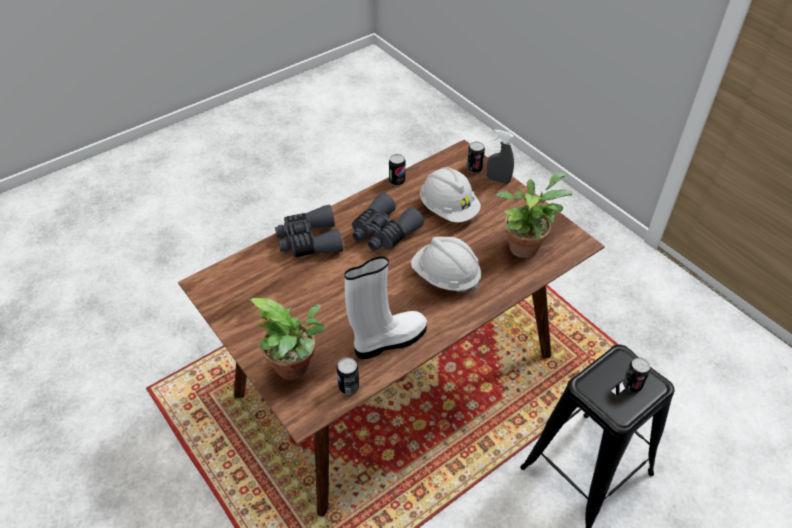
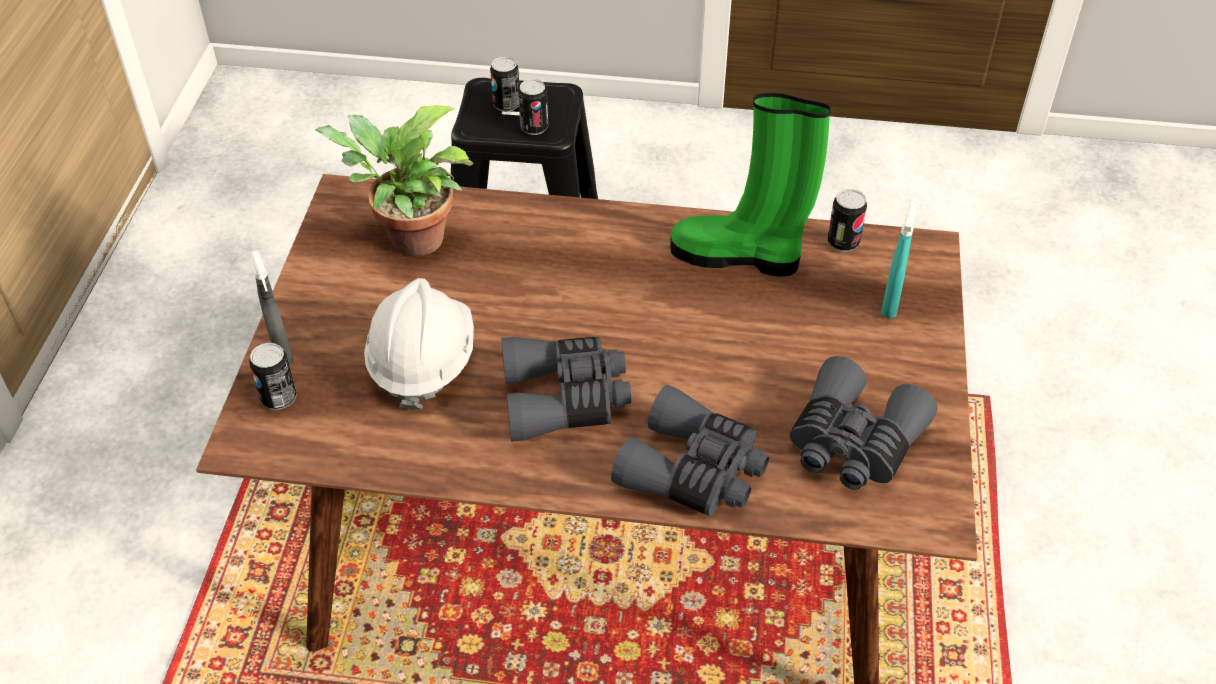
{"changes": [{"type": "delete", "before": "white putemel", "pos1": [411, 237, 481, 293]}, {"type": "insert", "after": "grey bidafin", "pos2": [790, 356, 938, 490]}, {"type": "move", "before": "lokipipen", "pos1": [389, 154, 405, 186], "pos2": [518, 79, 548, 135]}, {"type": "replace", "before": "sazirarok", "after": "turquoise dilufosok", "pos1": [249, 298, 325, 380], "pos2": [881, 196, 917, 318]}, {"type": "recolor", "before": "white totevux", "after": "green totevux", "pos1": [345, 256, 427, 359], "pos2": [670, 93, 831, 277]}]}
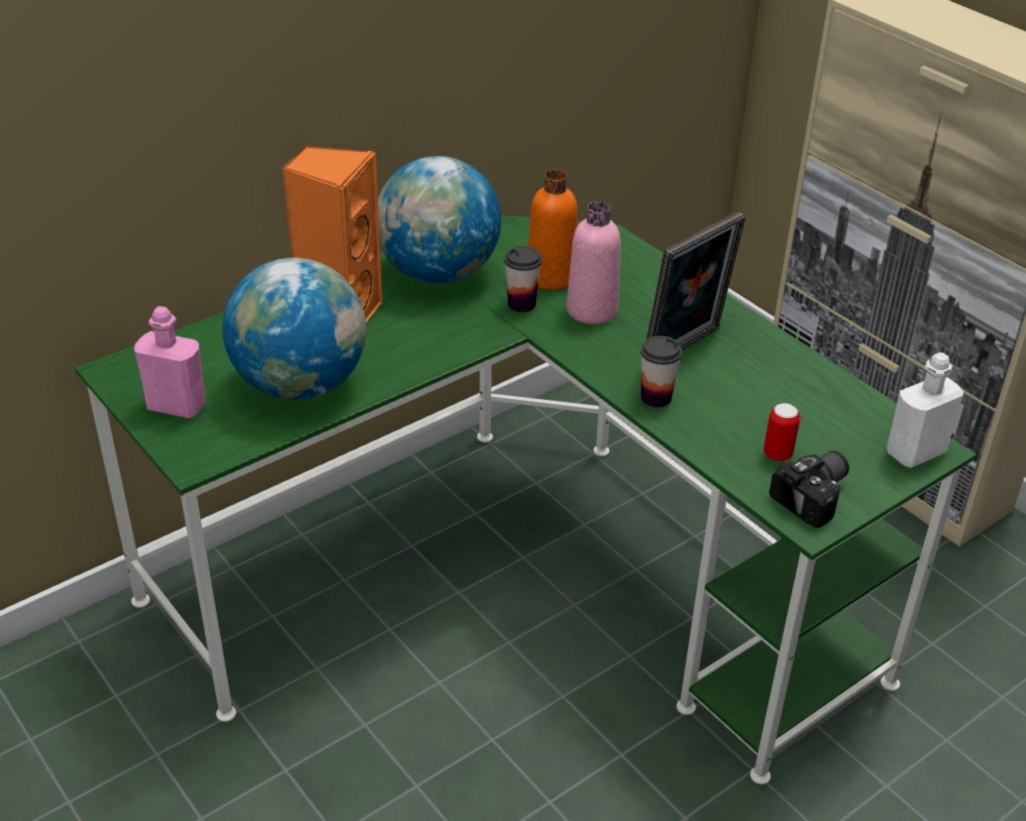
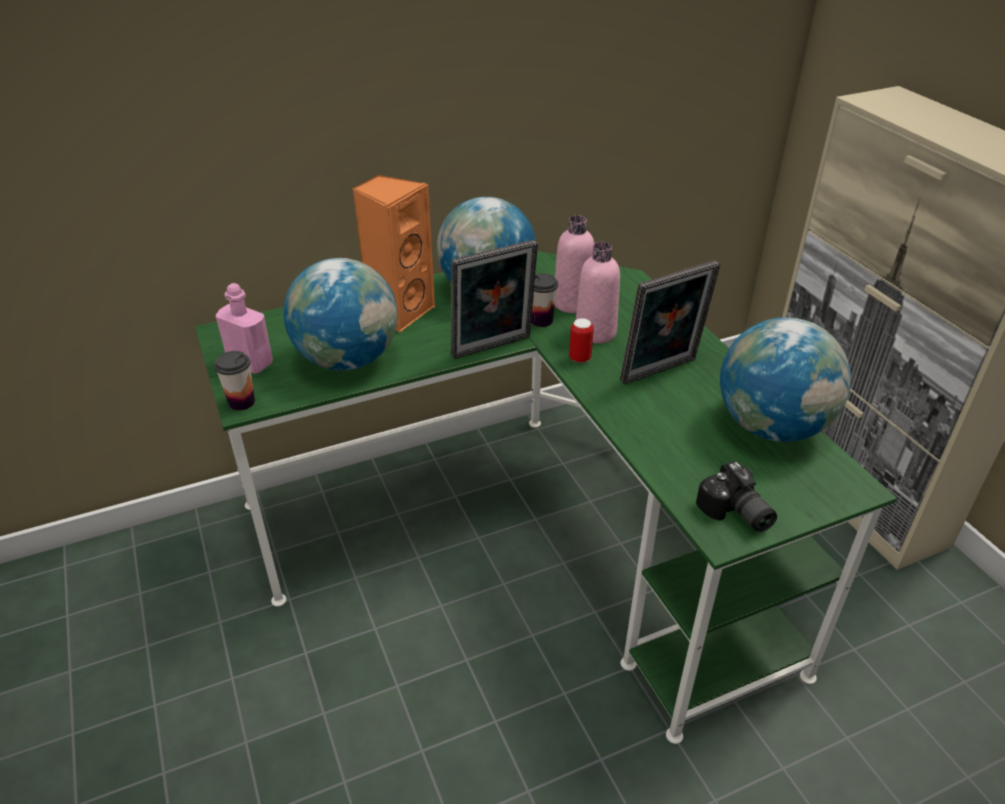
{"changes": [{"type": "delete", "before": "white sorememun", "pos1": [887, 353, 963, 468]}, {"type": "insert", "after": "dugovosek", "pos2": [451, 240, 538, 359]}, {"type": "insert", "after": "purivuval", "pos2": [720, 317, 851, 442]}, {"type": "move", "before": "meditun", "pos1": [640, 336, 682, 407], "pos2": [214, 351, 255, 411]}, {"type": "move", "before": "lokipipen", "pos1": [764, 403, 800, 462], "pos2": [569, 318, 594, 363]}, {"type": "recolor", "before": "orange sorememun", "after": "pink sorememun", "pos1": [528, 170, 578, 290], "pos2": [555, 215, 594, 313]}, {"type": "rotate", "before": "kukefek", "pos1": [769, 451, 849, 528], "pos2": [696, 461, 777, 532], "turn": 90}]}
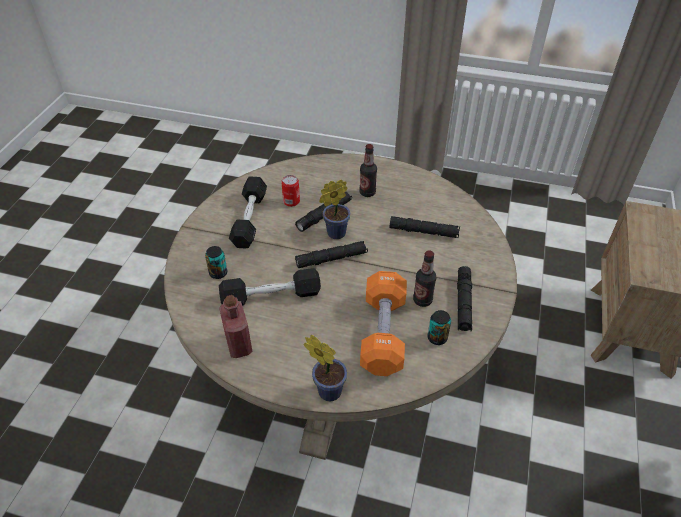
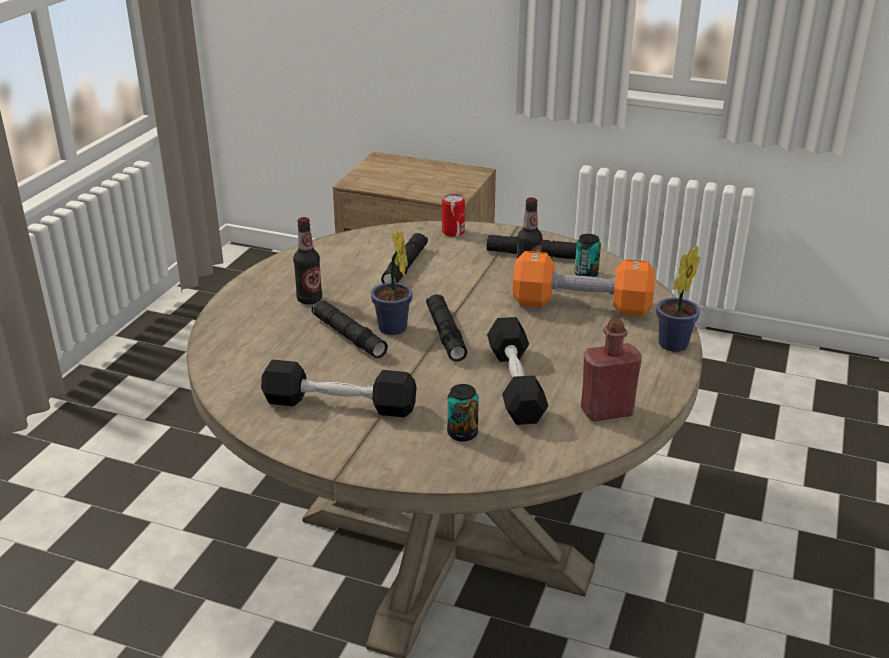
{"changes": [{"type": "move", "before": "lokipipen", "pos1": [281, 175, 300, 207], "pos2": [442, 194, 465, 237]}]}
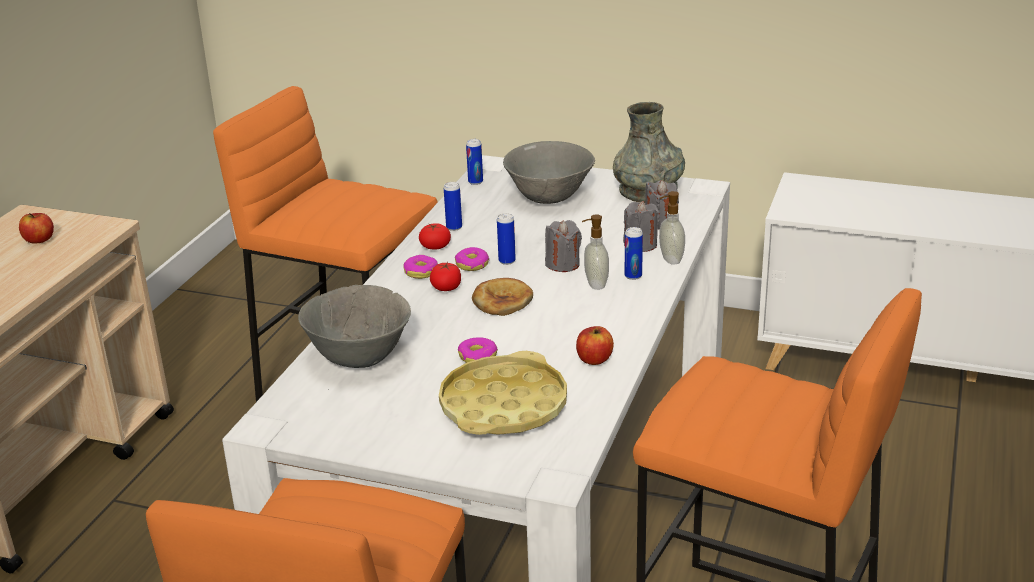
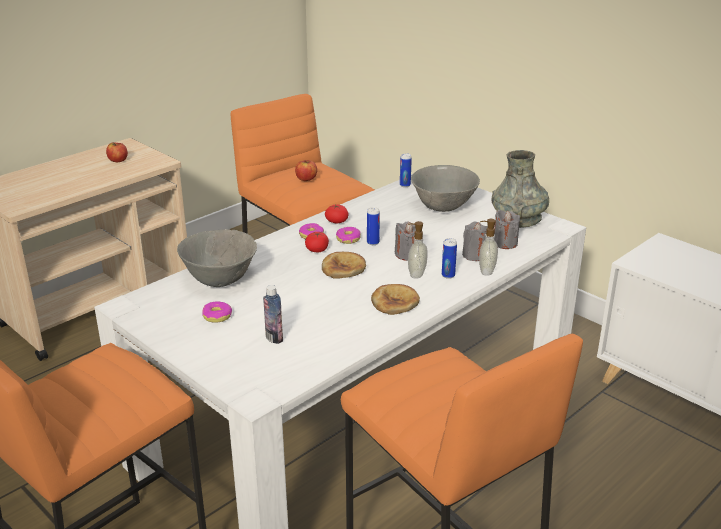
{"changes": [{"type": "delete", "before": "lokipipen", "pos1": [444, 182, 462, 231]}, {"type": "insert", "after": "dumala", "pos2": [371, 284, 420, 315]}, {"type": "move", "before": "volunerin", "pos1": [458, 337, 498, 363], "pos2": [202, 301, 232, 323]}, {"type": "move", "before": "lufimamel", "pos1": [576, 326, 614, 365], "pos2": [295, 160, 317, 181]}, {"type": "replace", "before": "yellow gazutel", "after": "sorememun", "pos1": [439, 351, 567, 435], "pos2": [263, 285, 283, 344]}]}
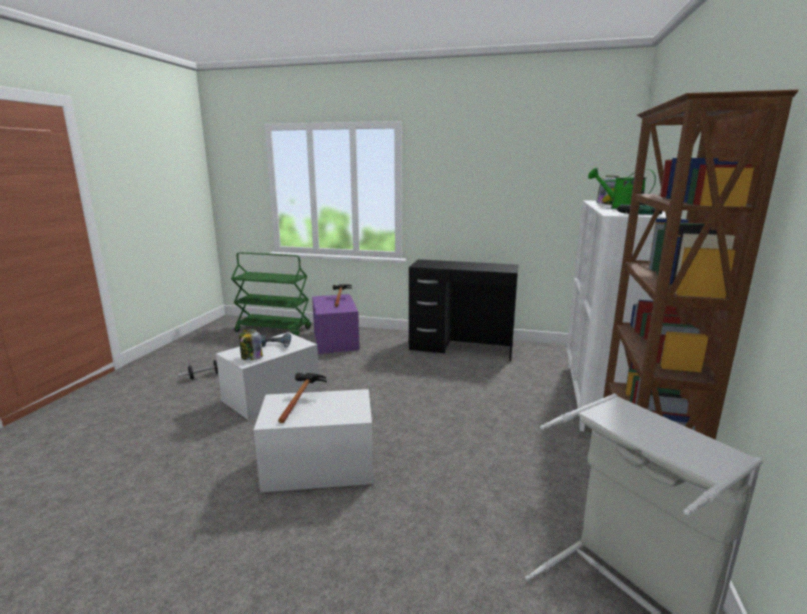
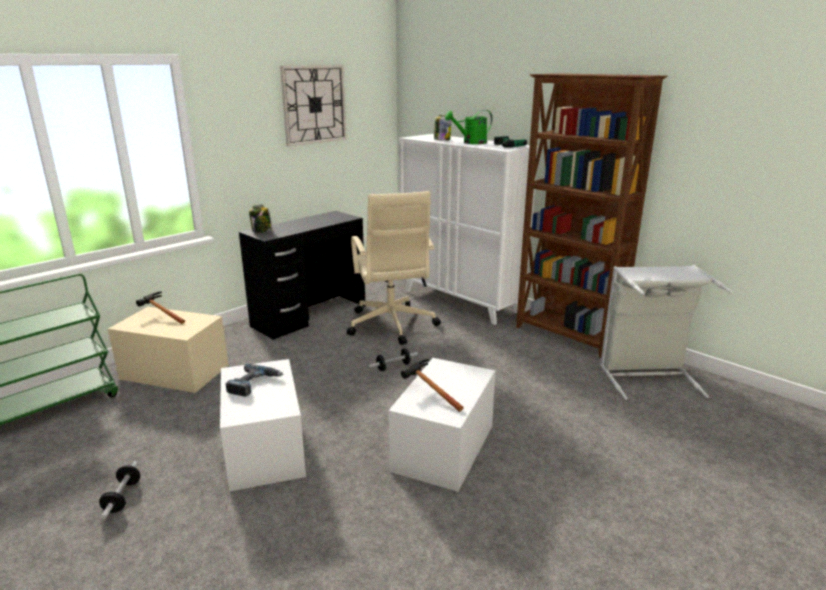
{"changes": [{"type": "insert", "after": "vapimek", "pos2": [280, 65, 347, 146]}, {"type": "insert", "after": "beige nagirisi", "pos2": [347, 191, 441, 345]}, {"type": "insert", "after": "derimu", "pos2": [368, 348, 418, 371]}, {"type": "move", "before": "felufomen", "pos1": [239, 329, 263, 360], "pos2": [249, 204, 272, 233]}, {"type": "recolor", "before": "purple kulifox", "after": "beige kulifox", "pos1": [312, 294, 360, 354], "pos2": [108, 307, 228, 393]}]}
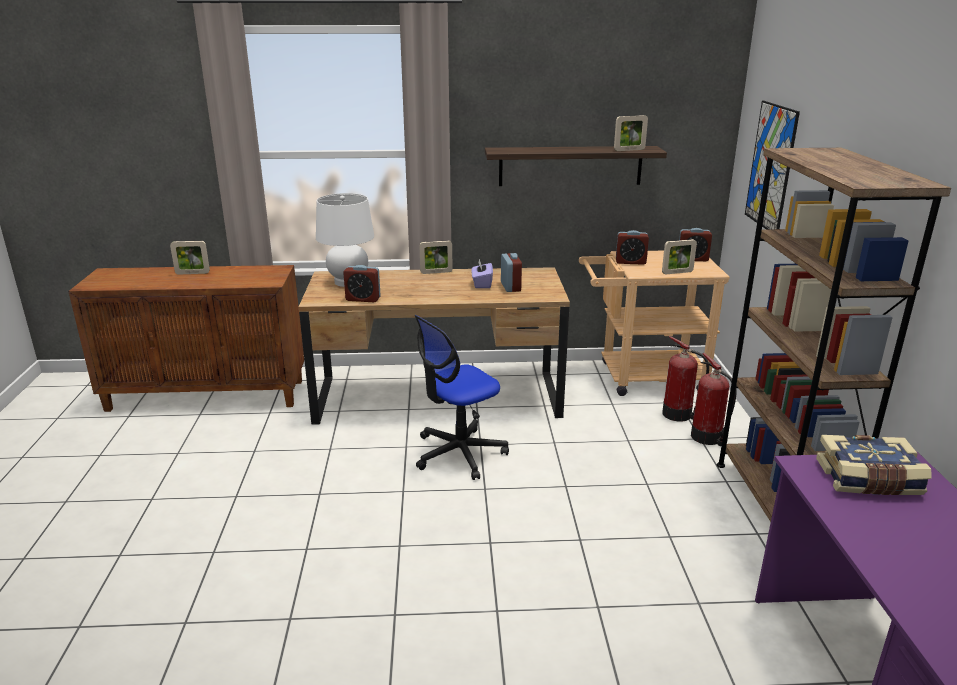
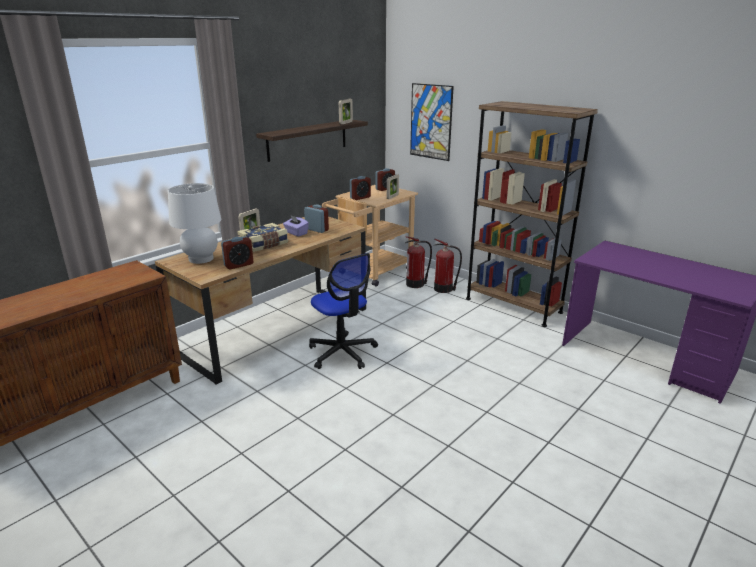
{"changes": [{"type": "delete", "before": "dugovosek", "pos1": [170, 241, 210, 274]}, {"type": "move", "before": "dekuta", "pos1": [816, 435, 931, 495], "pos2": [237, 223, 288, 252]}, {"type": "rotate", "before": "nagirisi", "pos1": [415, 315, 509, 480], "pos2": [309, 253, 378, 369], "turn": -45}]}
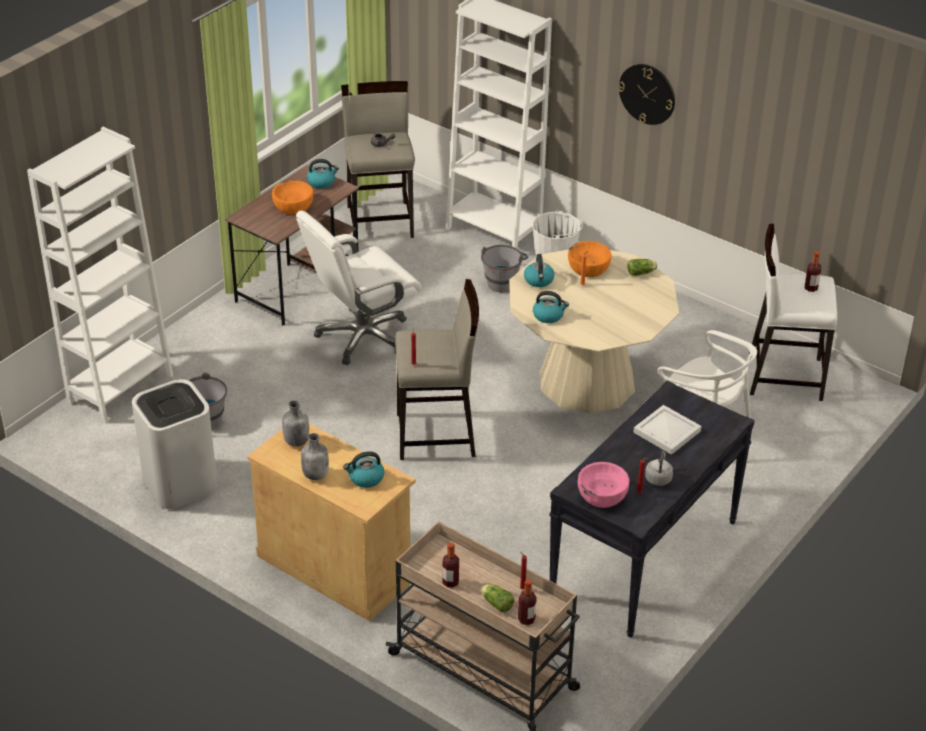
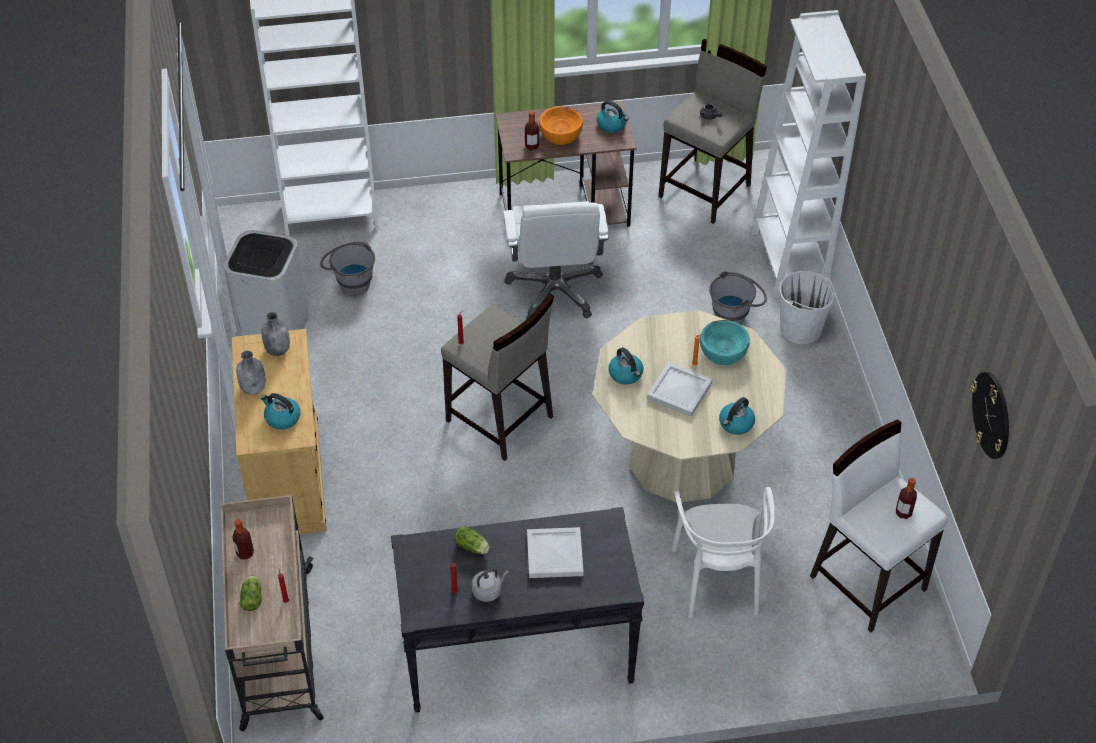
{"changes": [{"type": "delete", "before": "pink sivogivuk", "pos1": [578, 462, 630, 508]}, {"type": "insert", "after": "white gazutel", "pos2": [647, 362, 713, 417]}, {"type": "move", "before": "sorememun", "pos1": [518, 579, 537, 625], "pos2": [525, 111, 539, 151]}, {"type": "move", "before": "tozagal", "pos1": [524, 254, 554, 287], "pos2": [719, 397, 755, 435]}, {"type": "move", "before": "vapimek", "pos1": [618, 64, 675, 125], "pos2": [971, 372, 1009, 459]}, {"type": "move", "before": "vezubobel", "pos1": [627, 259, 657, 276], "pos2": [454, 526, 490, 554]}, {"type": "recolor", "before": "orange sivogivuk", "after": "turquoise sivogivuk", "pos1": [568, 241, 612, 277], "pos2": [700, 320, 750, 365]}, {"type": "rotate", "before": "white nagirisi", "pos1": [296, 211, 422, 365], "pos2": [503, 201, 609, 320], "turn": -105}]}
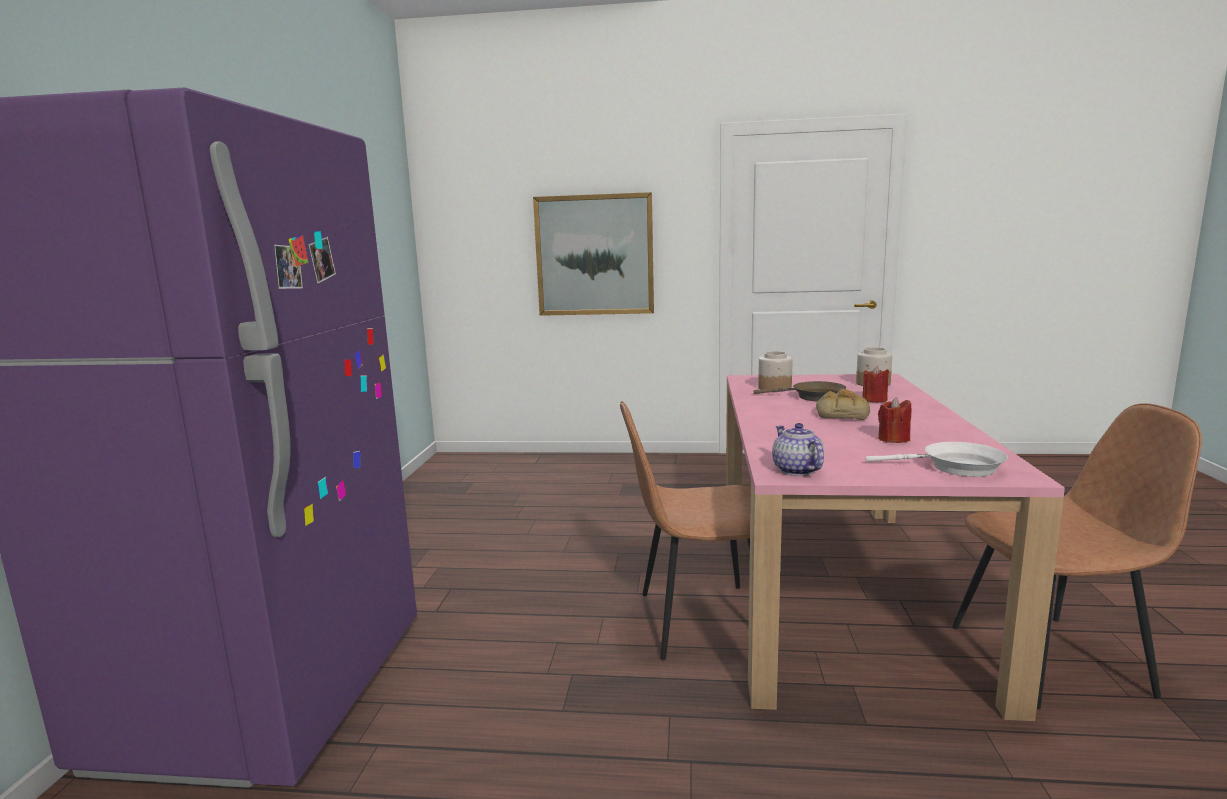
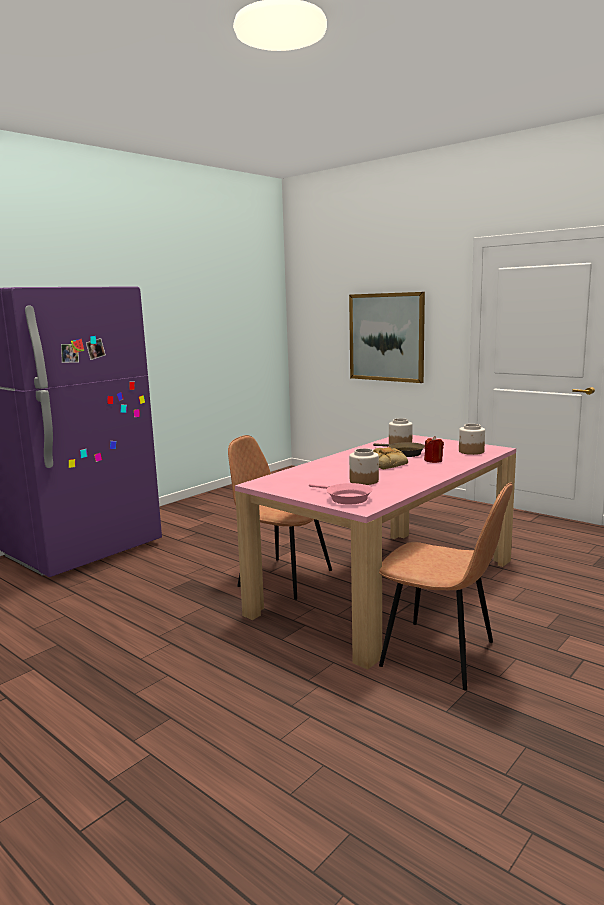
{"changes": [{"type": "delete", "before": "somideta", "pos1": [772, 423, 824, 476]}, {"type": "replace", "before": "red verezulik", "after": "felufomen", "pos1": [878, 397, 912, 443], "pos2": [349, 448, 379, 485]}, {"type": "recolor", "before": "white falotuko", "after": "pink falotuko", "pos1": [866, 442, 1008, 477], "pos2": [309, 483, 373, 505]}]}
